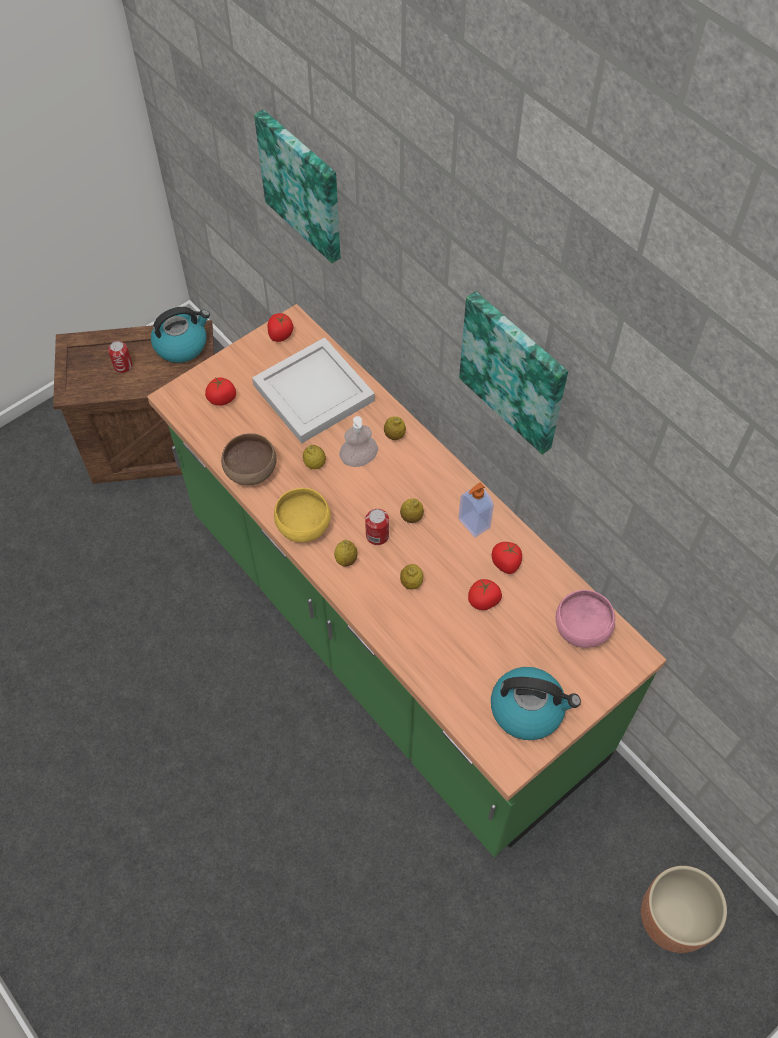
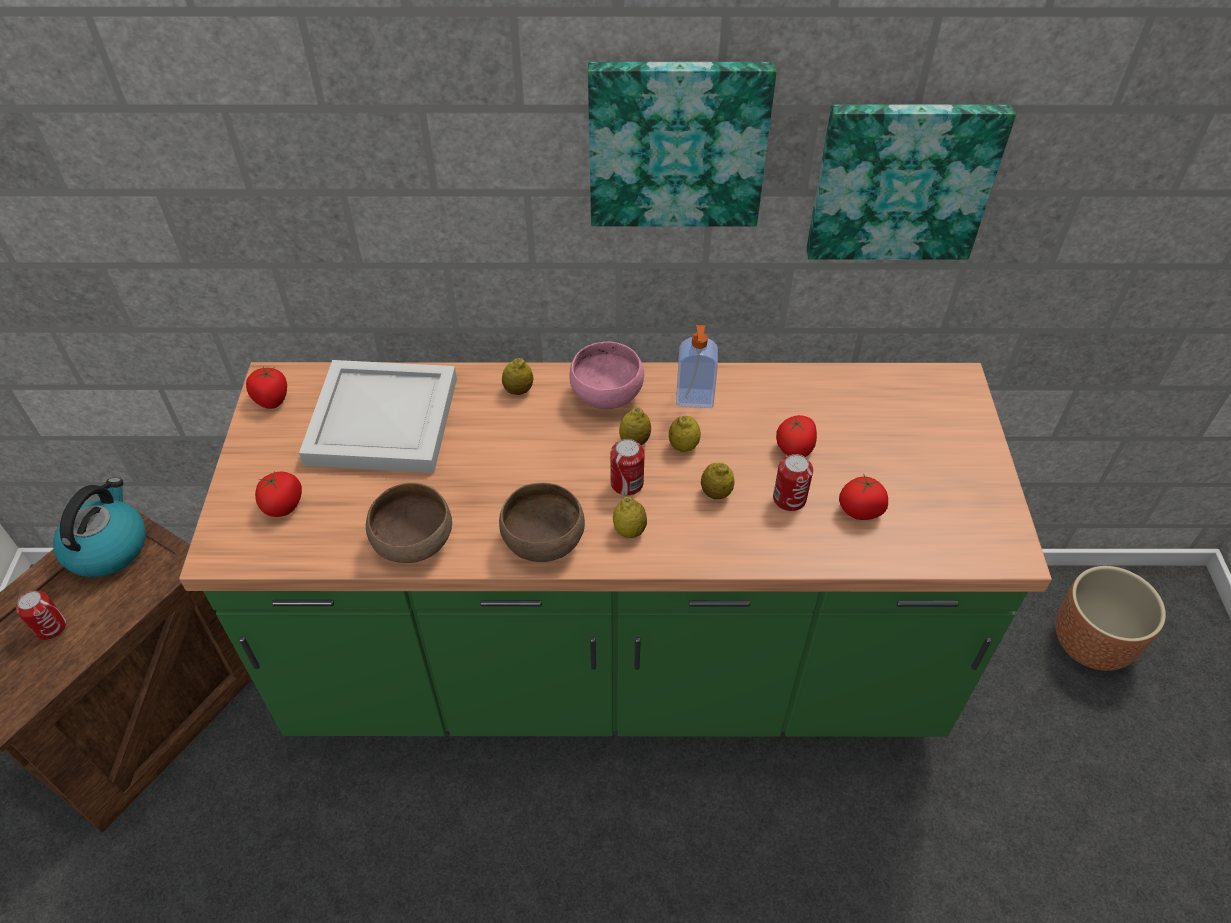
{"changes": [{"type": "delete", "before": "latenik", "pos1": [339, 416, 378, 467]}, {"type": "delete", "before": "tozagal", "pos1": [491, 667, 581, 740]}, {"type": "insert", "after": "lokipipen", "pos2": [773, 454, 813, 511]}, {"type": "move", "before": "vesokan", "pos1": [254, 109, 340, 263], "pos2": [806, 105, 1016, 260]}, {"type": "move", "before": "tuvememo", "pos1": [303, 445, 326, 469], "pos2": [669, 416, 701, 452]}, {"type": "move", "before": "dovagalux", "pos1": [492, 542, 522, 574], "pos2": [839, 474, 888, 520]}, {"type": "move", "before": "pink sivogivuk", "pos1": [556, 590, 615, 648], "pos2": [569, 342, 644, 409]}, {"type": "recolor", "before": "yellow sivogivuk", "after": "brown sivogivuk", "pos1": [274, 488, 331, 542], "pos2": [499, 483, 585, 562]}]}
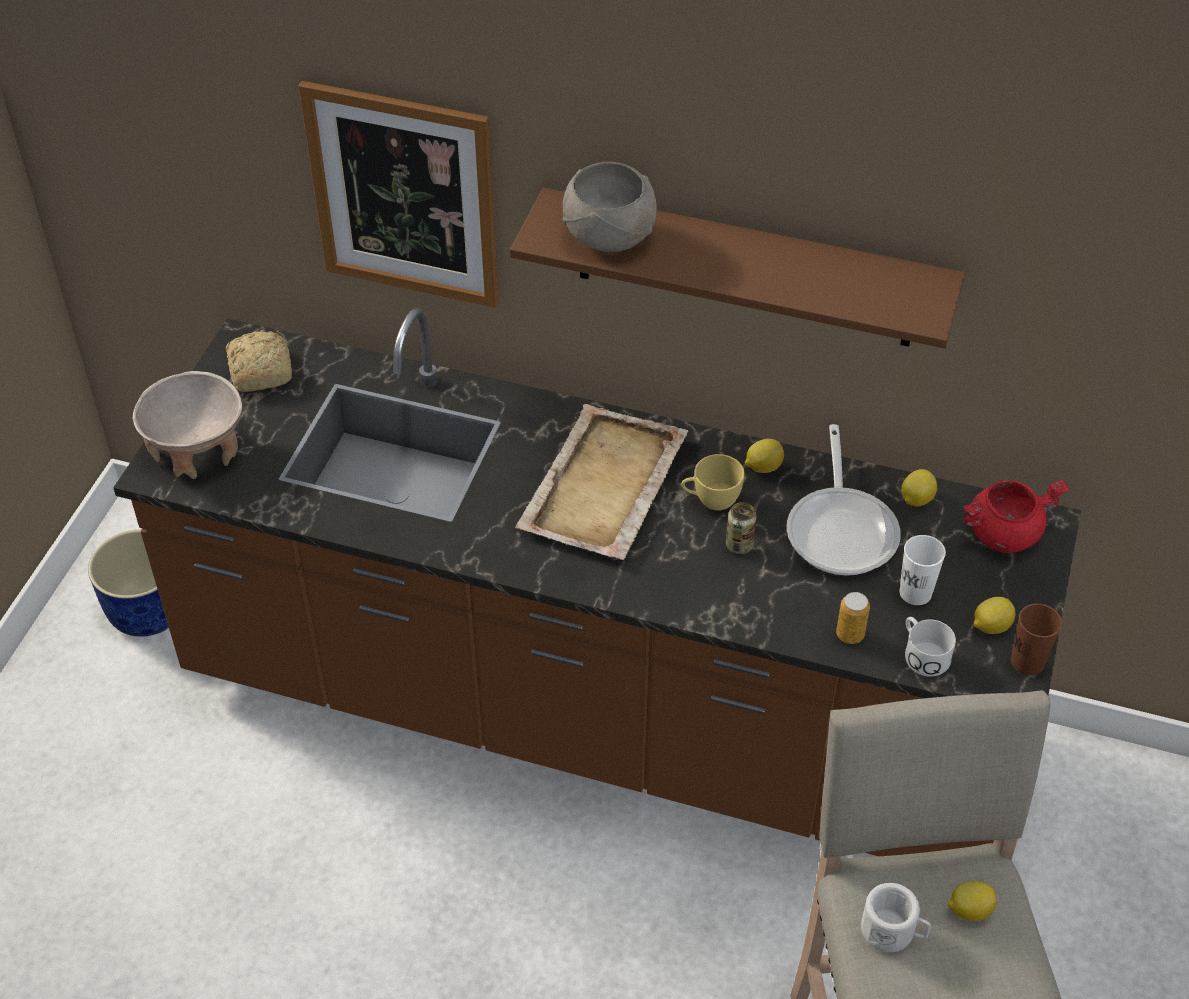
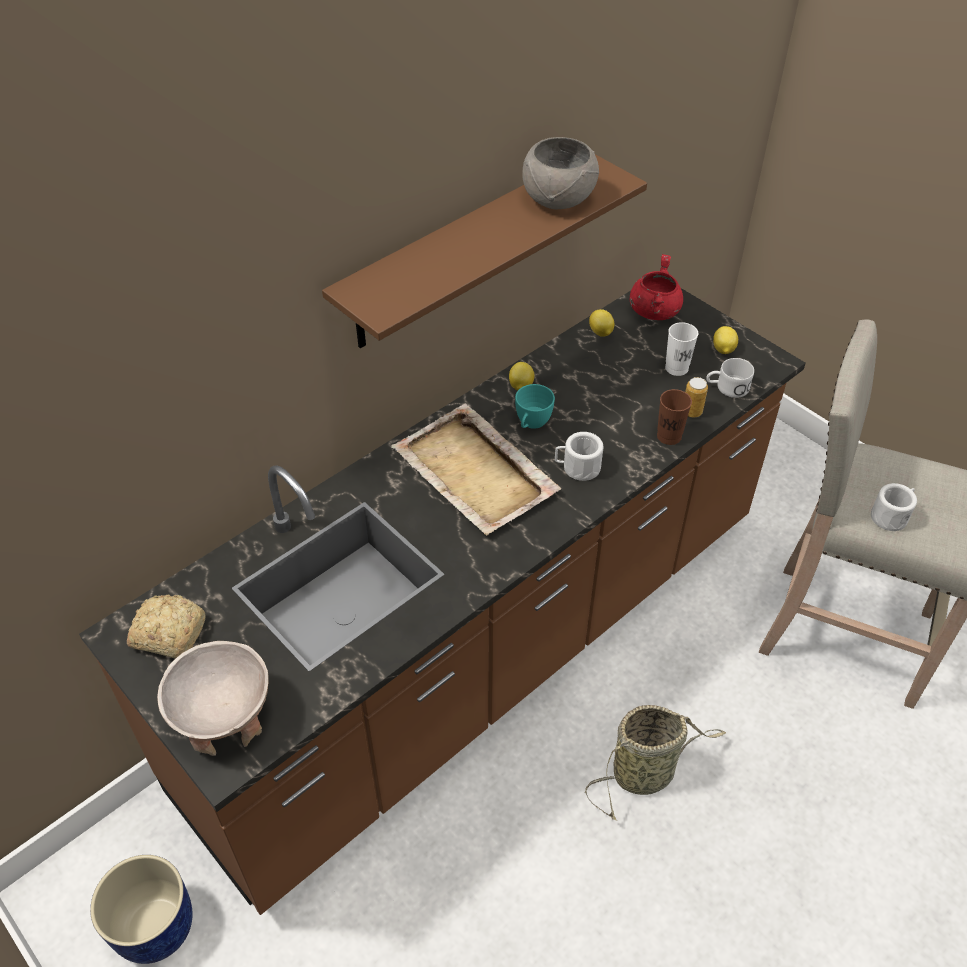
{"changes": [{"type": "delete", "before": "vesokan", "pos1": [299, 81, 499, 308]}, {"type": "delete", "before": "lokipipen", "pos1": [726, 502, 756, 554]}, {"type": "delete", "before": "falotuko", "pos1": [787, 424, 901, 575]}, {"type": "delete", "before": "tuvememo", "pos1": [948, 881, 996, 921]}, {"type": "insert", "after": "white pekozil", "pos2": [555, 432, 604, 481]}, {"type": "insert", "after": "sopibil", "pos2": [585, 705, 726, 821]}, {"type": "move", "before": "grey sivogivuk", "pos1": [563, 162, 657, 252], "pos2": [522, 137, 599, 209]}, {"type": "move", "before": "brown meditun", "pos1": [1011, 604, 1062, 675], "pos2": [657, 389, 692, 445]}, {"type": "recolor", "before": "yellow meditun", "after": "turquoise meditun", "pos1": [681, 454, 745, 511], "pos2": [515, 384, 555, 429]}]}
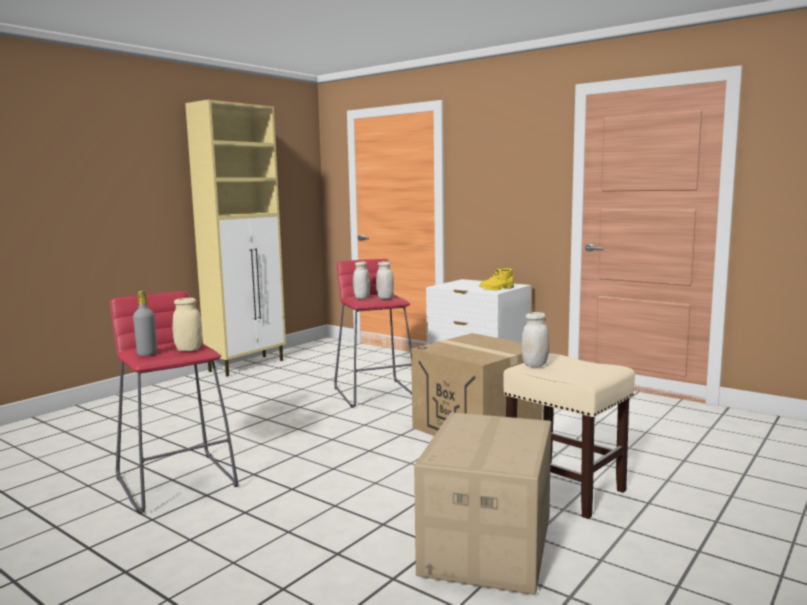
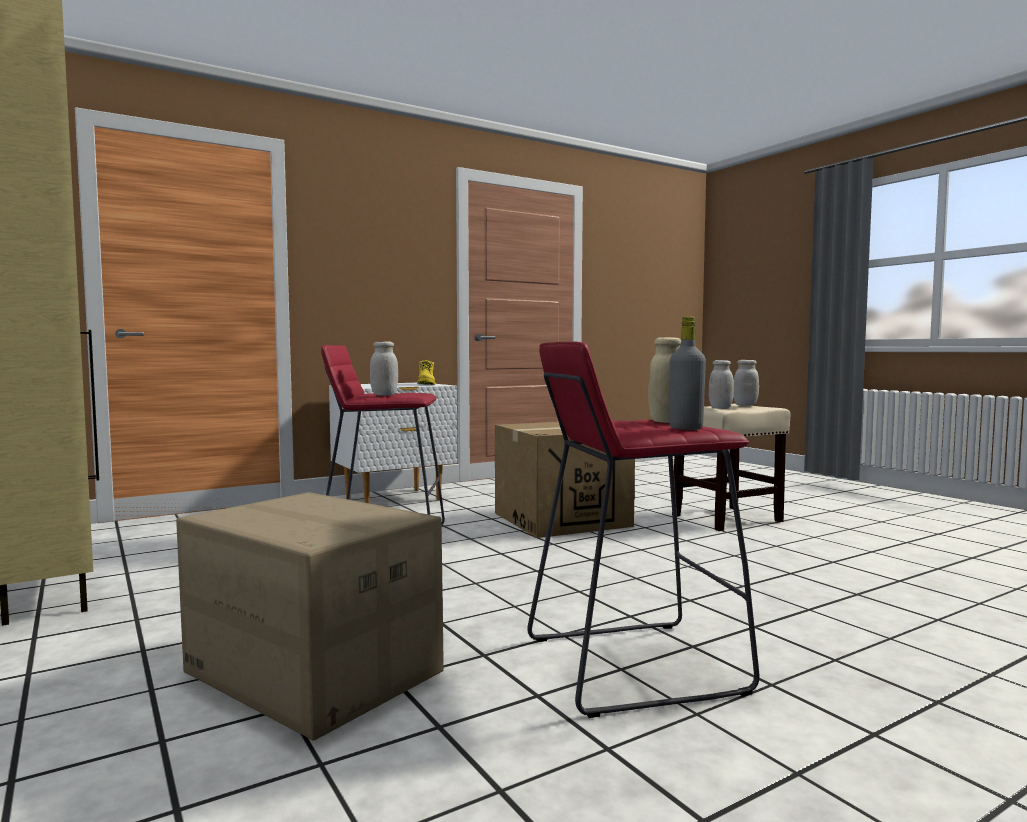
{"changes": [{"type": "move", "before": "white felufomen", "pos1": [376, 261, 394, 299], "pos2": [734, 360, 759, 406]}, {"type": "move", "before": "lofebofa", "pos1": [414, 412, 551, 595], "pos2": [176, 492, 444, 740]}]}
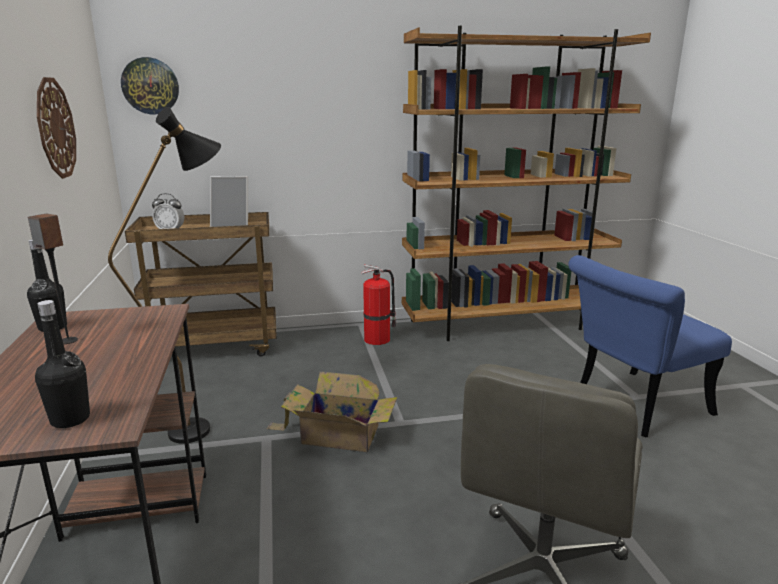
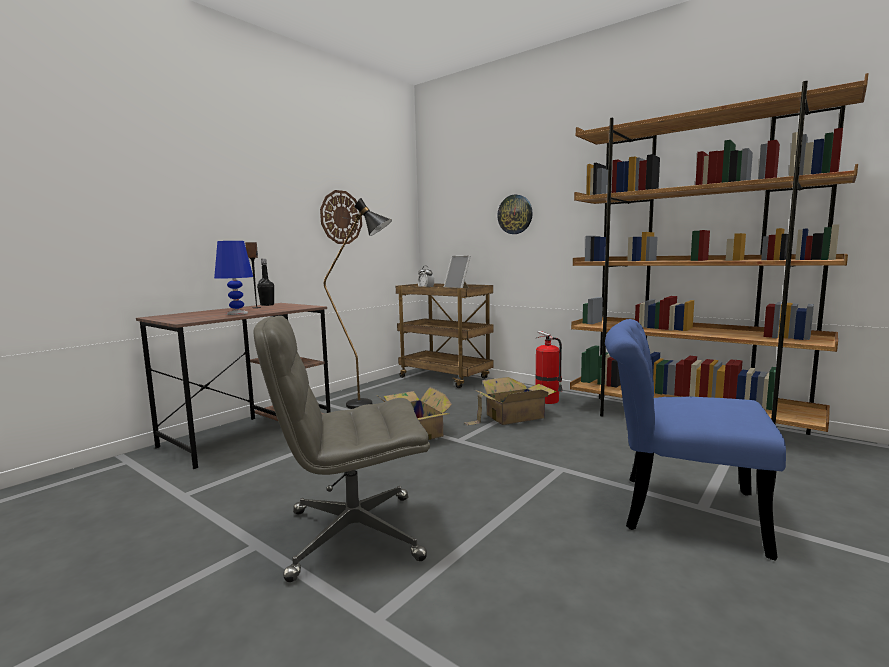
{"changes": [{"type": "delete", "before": "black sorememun", "pos1": [35, 300, 90, 428]}, {"type": "insert", "after": "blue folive", "pos2": [214, 241, 253, 315]}, {"type": "insert", "after": "lofebofa", "pos2": [464, 377, 557, 426]}, {"type": "move", "before": "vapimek", "pos1": [121, 57, 179, 114], "pos2": [497, 194, 533, 234]}]}
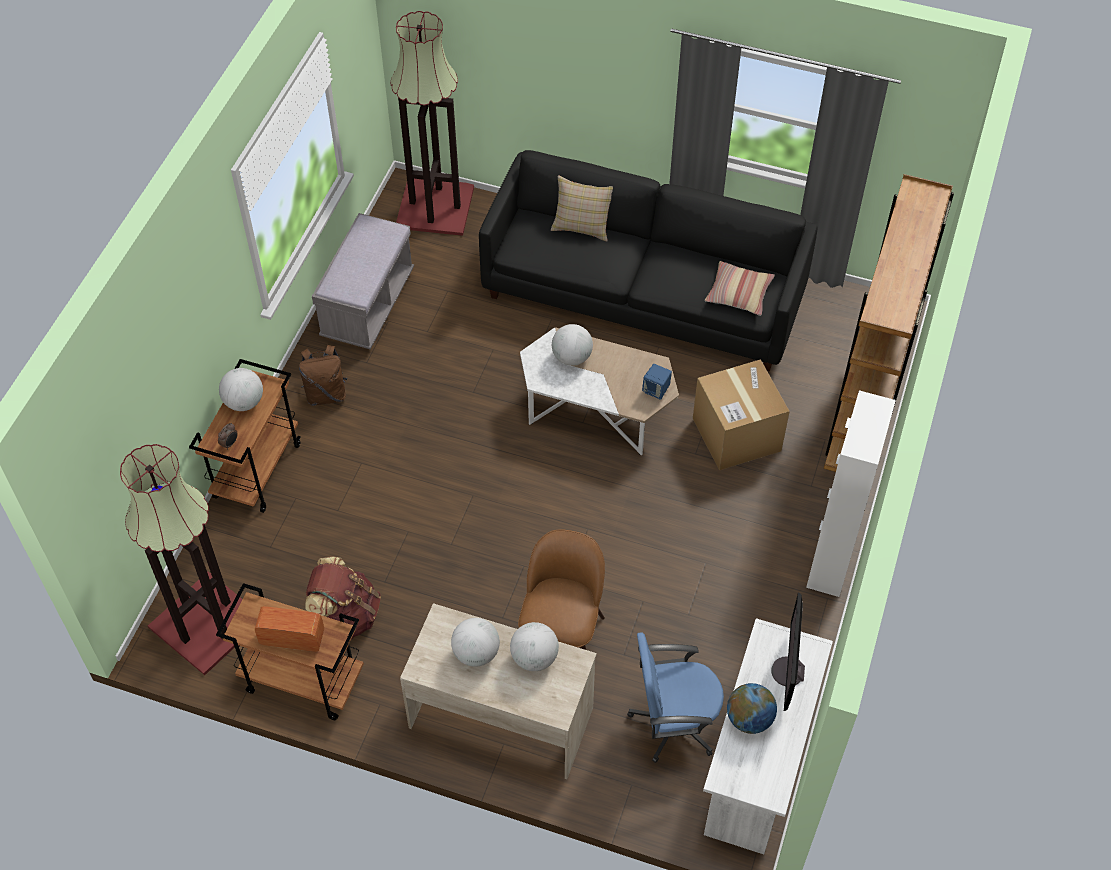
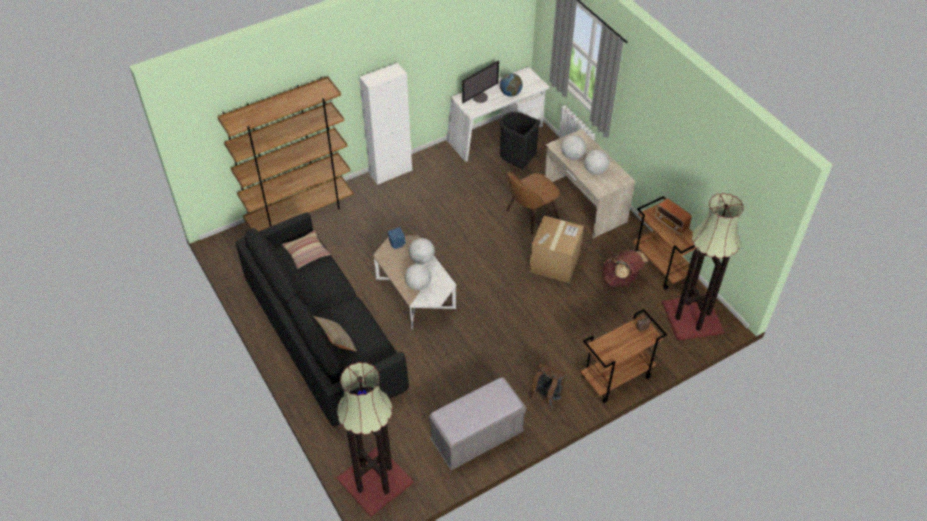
{"changes": [{"type": "move", "before": "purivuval", "pos1": [219, 368, 263, 411], "pos2": [409, 238, 435, 264]}, {"type": "move", "before": "lofebofa", "pos1": [693, 359, 790, 470], "pos2": [529, 216, 584, 283]}, {"type": "replace", "before": "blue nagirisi", "after": "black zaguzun", "pos1": [627, 632, 724, 763], "pos2": [500, 112, 540, 169]}]}
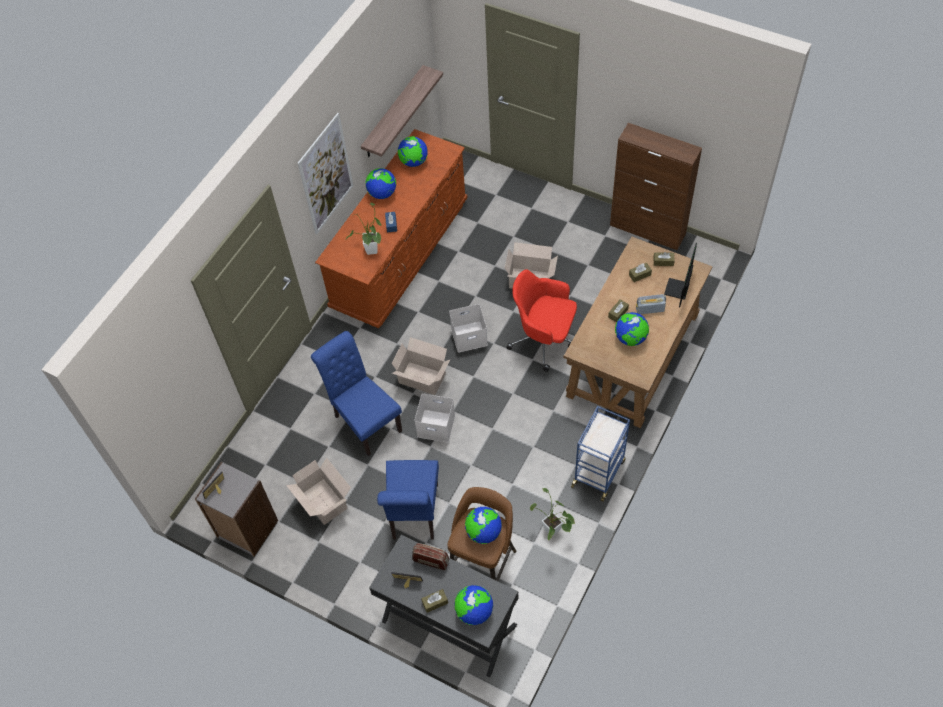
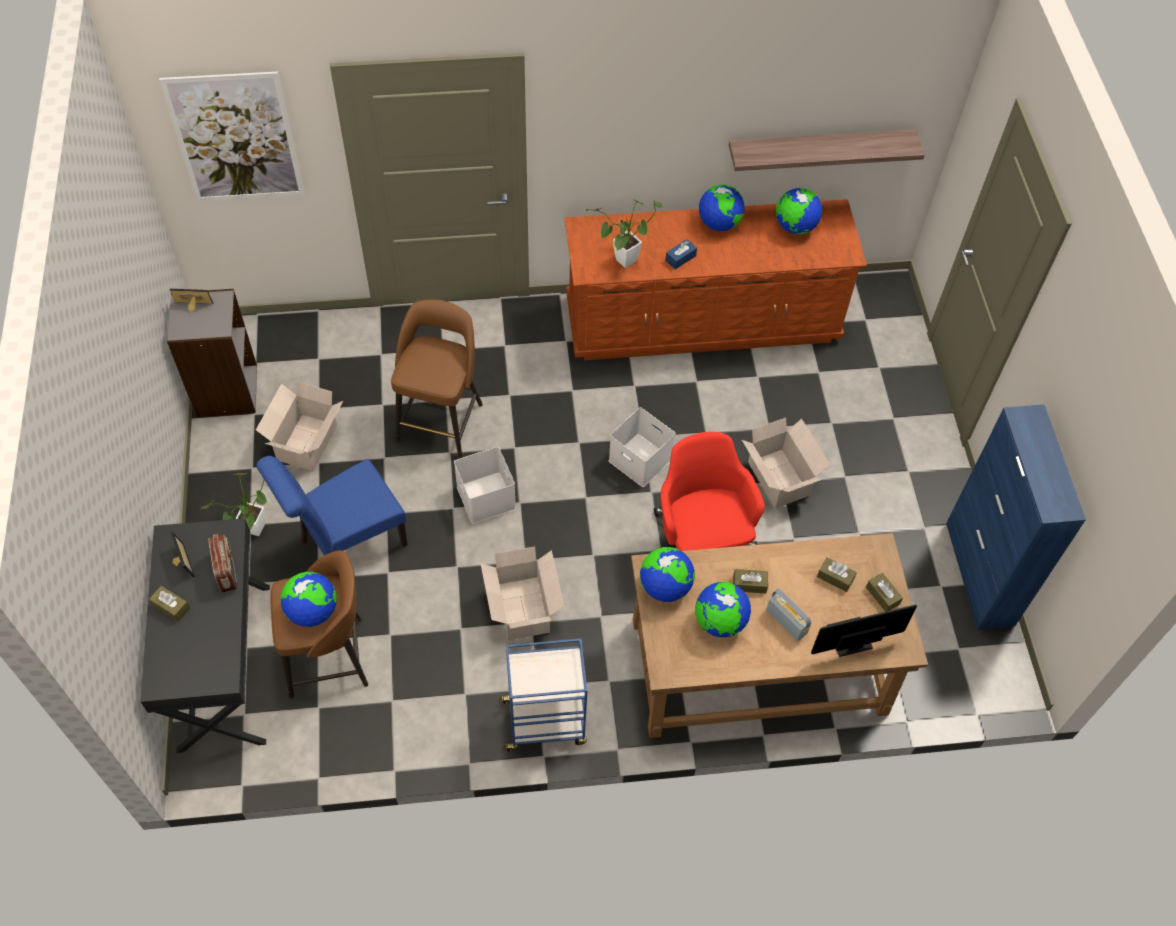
{"changes": [{"type": "move", "before": "vesokan", "pos1": [298, 113, 353, 234], "pos2": [159, 71, 304, 201]}, {"type": "move", "before": "lofebofa", "pos1": [391, 337, 450, 395], "pos2": [480, 546, 565, 640]}, {"type": "move", "before": "purivuval", "pos1": [454, 585, 493, 625], "pos2": [640, 547, 695, 602]}, {"type": "move", "before": "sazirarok", "pos1": [530, 488, 575, 540], "pos2": [199, 469, 268, 536]}, {"type": "replace", "before": "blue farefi", "after": "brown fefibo", "pos1": [311, 331, 402, 456], "pos2": [391, 299, 483, 458]}, {"type": "recolor", "before": "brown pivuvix", "after": "blue pivuvix", "pos1": [610, 123, 702, 250], "pos2": [946, 405, 1086, 630]}]}
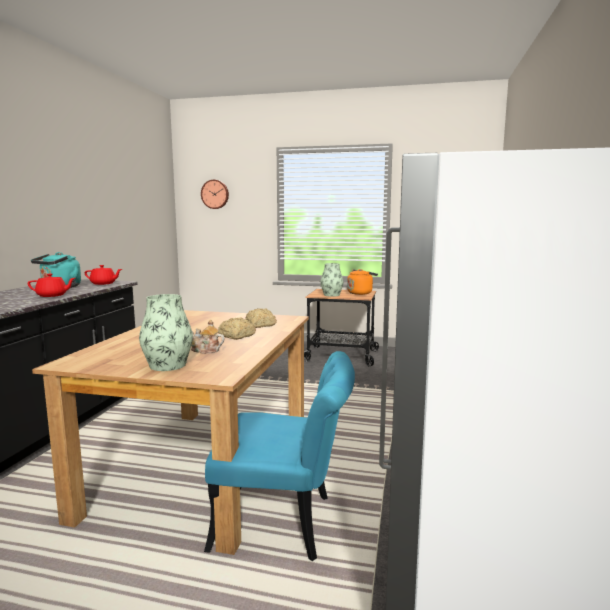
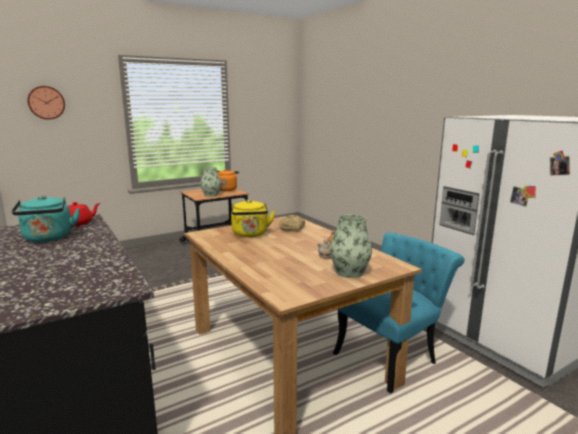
{"changes": [{"type": "delete", "before": "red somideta", "pos1": [28, 274, 75, 297]}, {"type": "delete", "before": "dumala", "pos1": [218, 318, 256, 340]}, {"type": "insert", "after": "yellow tozagal", "pos2": [231, 200, 275, 237]}]}
